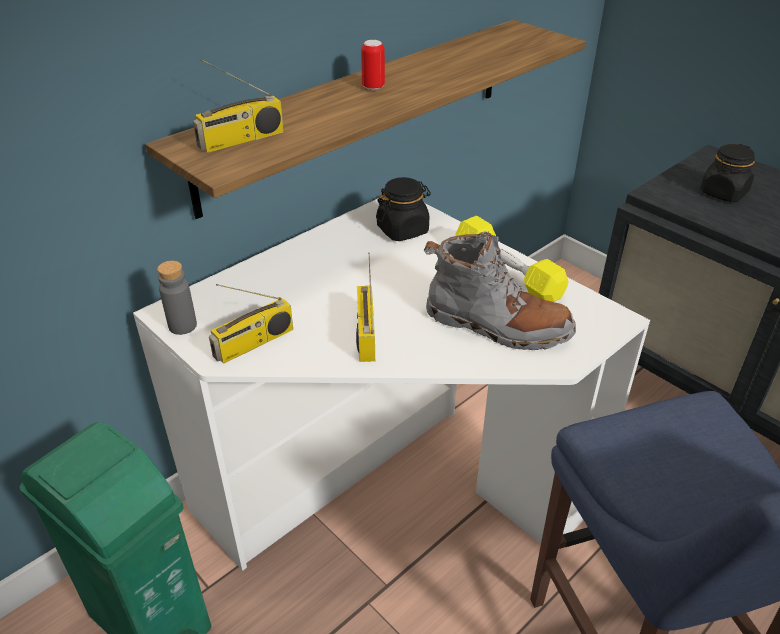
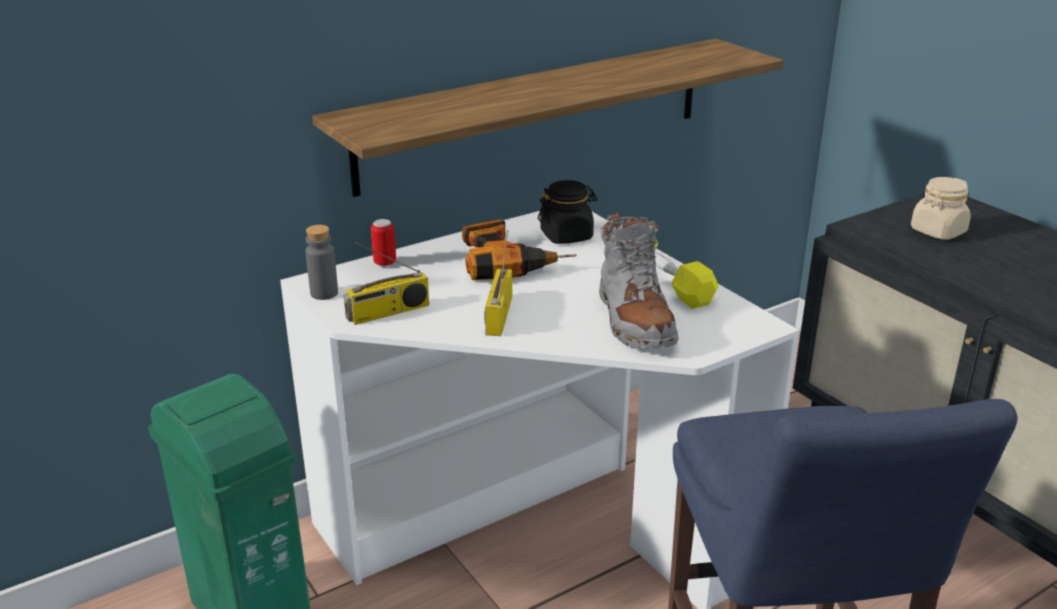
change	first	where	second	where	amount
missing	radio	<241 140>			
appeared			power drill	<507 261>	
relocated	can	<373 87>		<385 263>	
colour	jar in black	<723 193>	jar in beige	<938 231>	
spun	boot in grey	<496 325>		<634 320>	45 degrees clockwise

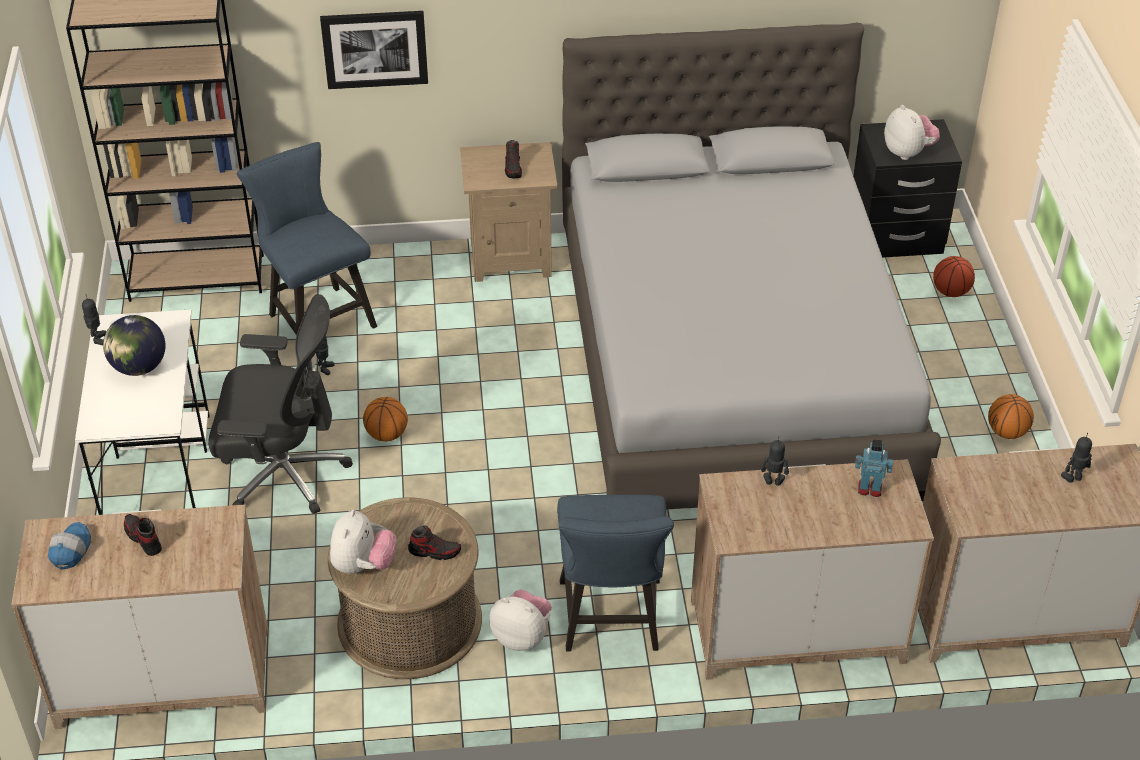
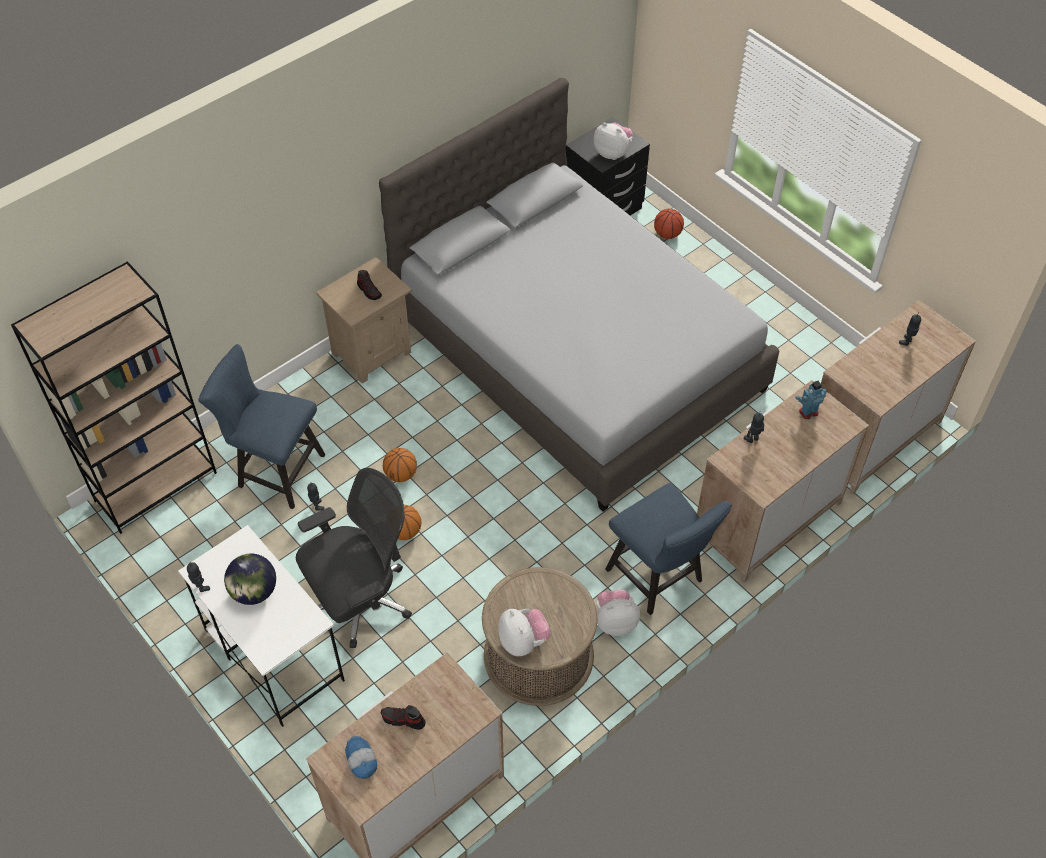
change	first	where	second	where	amount
missing	picture	<375 48>			
missing	shoe	<435 551>			
relocated	basketball	<1006 432>		<400 474>	

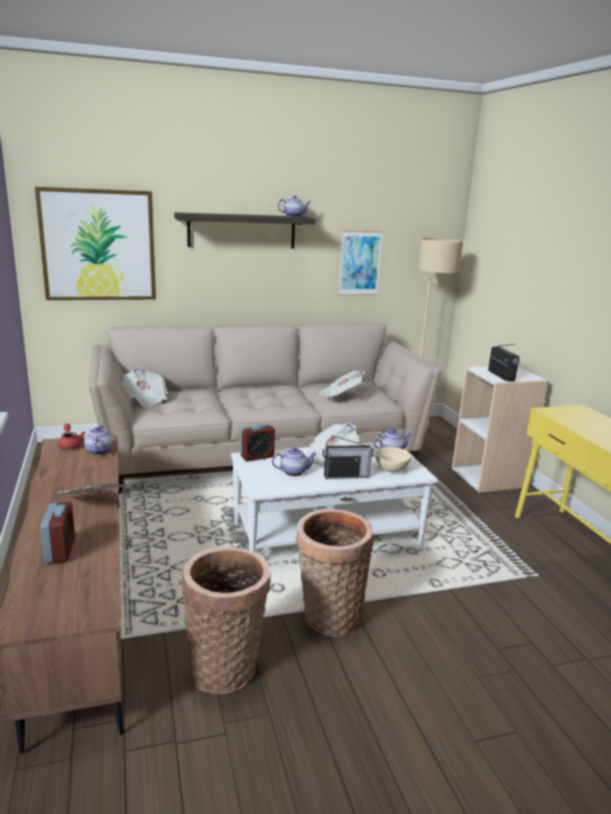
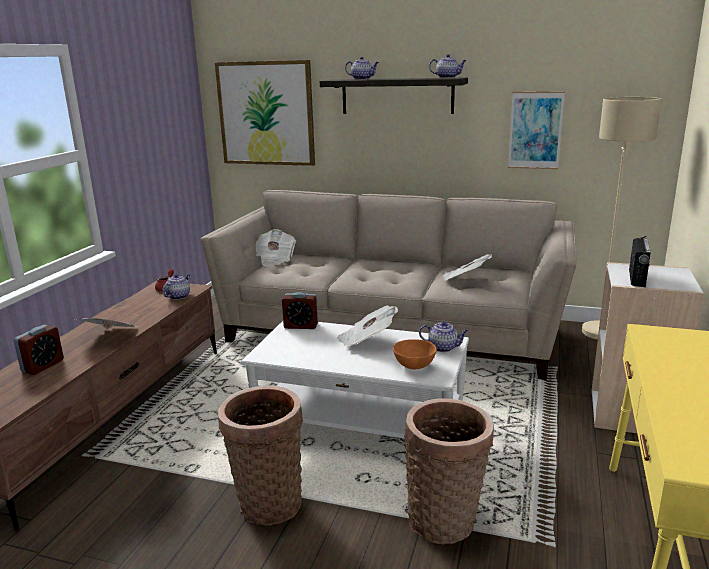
change	first	where	second	where	amount
missing	radio	<346 475>			
relocated	basket	<226 667>		<445 520>	
relocated	teapot	<294 472>		<362 79>	
colour	bowl in beige	<391 469>	bowl in orange	<413 366>	

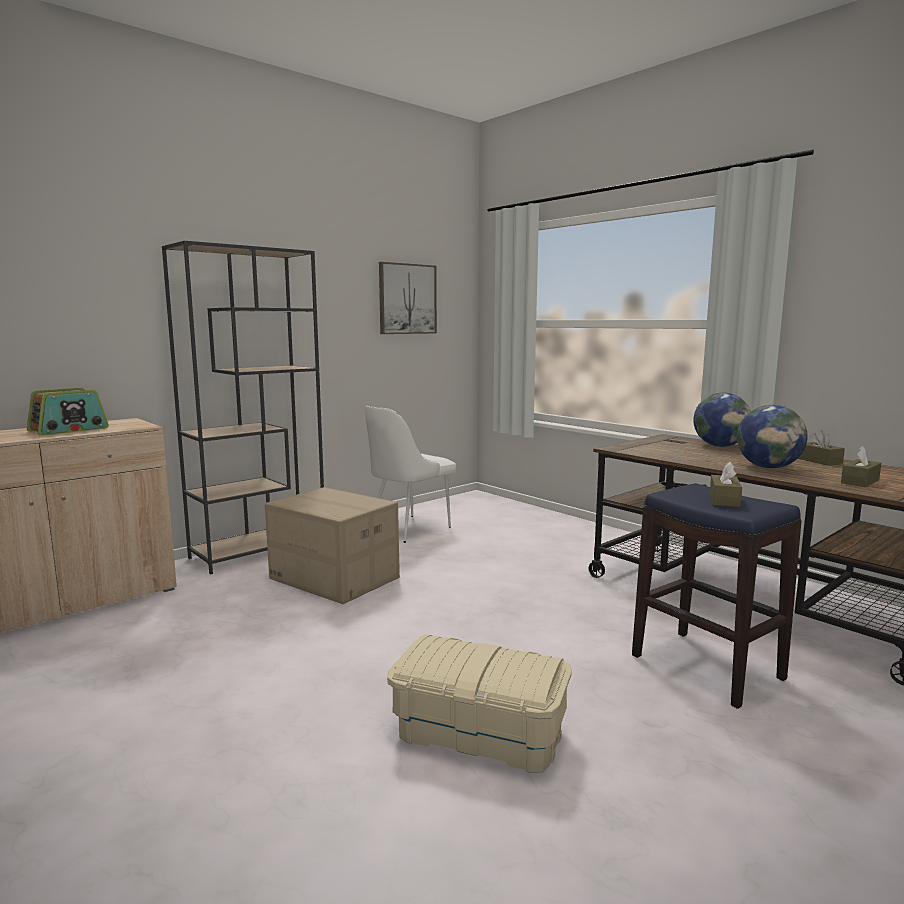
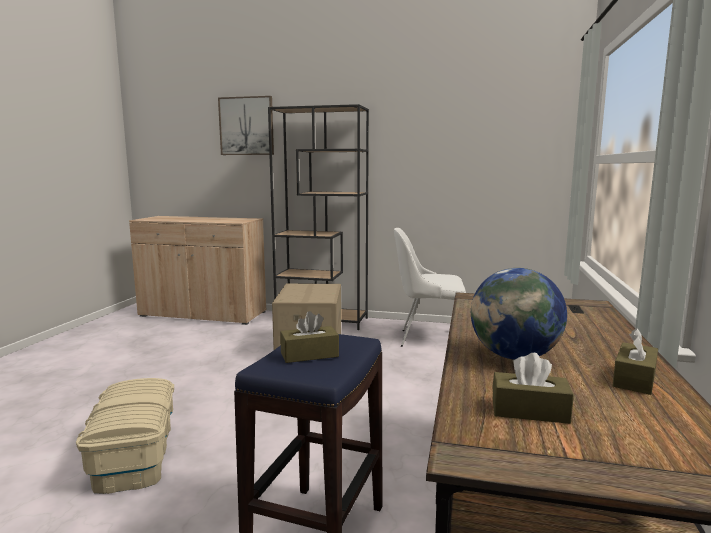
change	first	where	second	where	amount
missing	radio	<69 430>			
missing	globe	<720 446>			
relocated	picture	<407 299>		<246 126>	

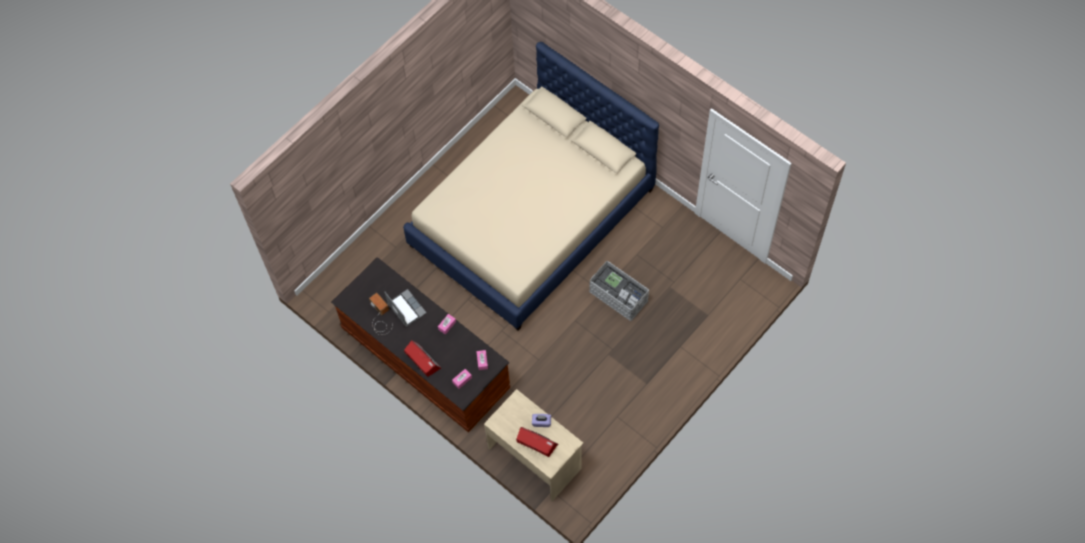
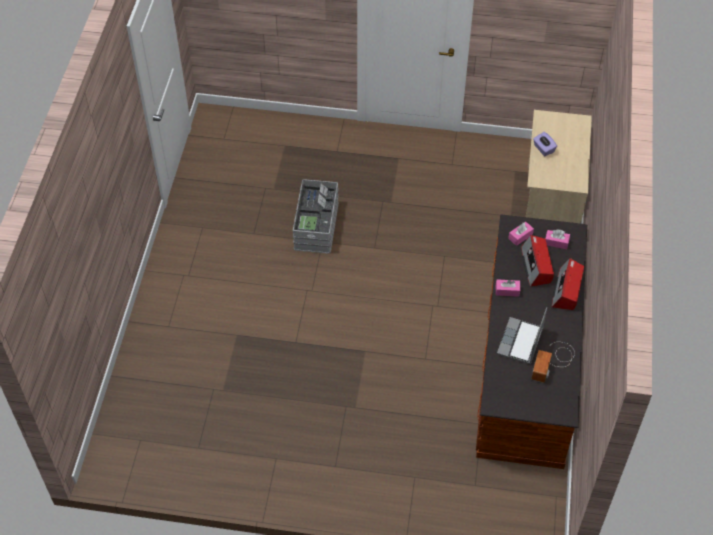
change	first	where	second	where	amount
missing	bed in beige	<532 217>			
relocated	radio	<536 443>		<536 266>	

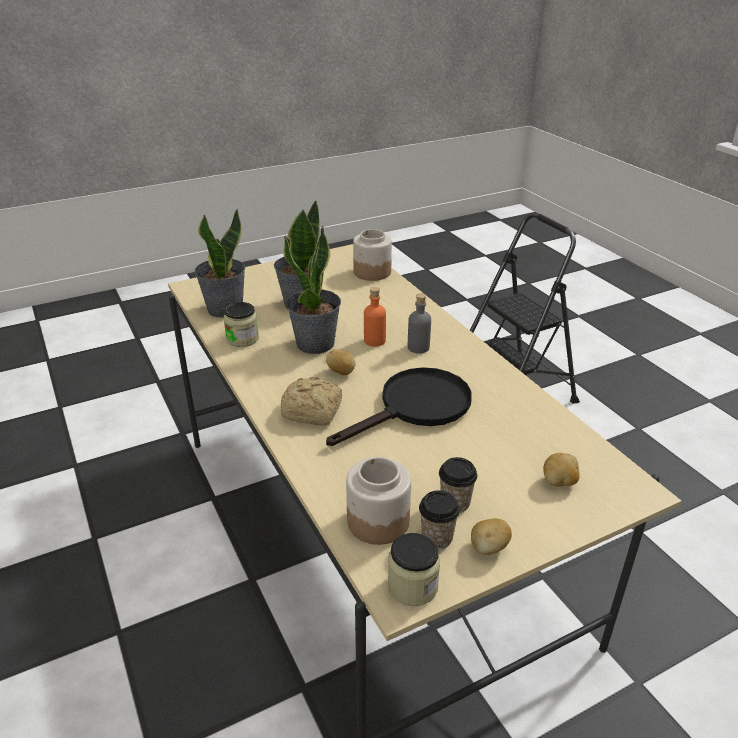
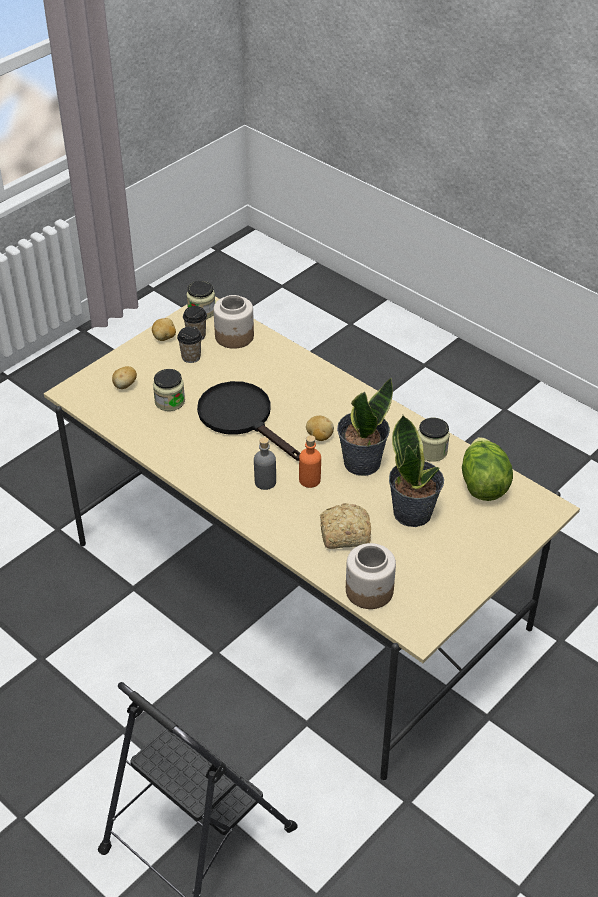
change	first	where	second	where	amount
appeared			jar	<170 401>	
relocated	bread	<313 412>		<343 534>	
exchanged	potted plant	<224 308>	lettuce	<483 485>	
spun	frying pan in black	<415 407>		<242 418>	105 degrees clockwise

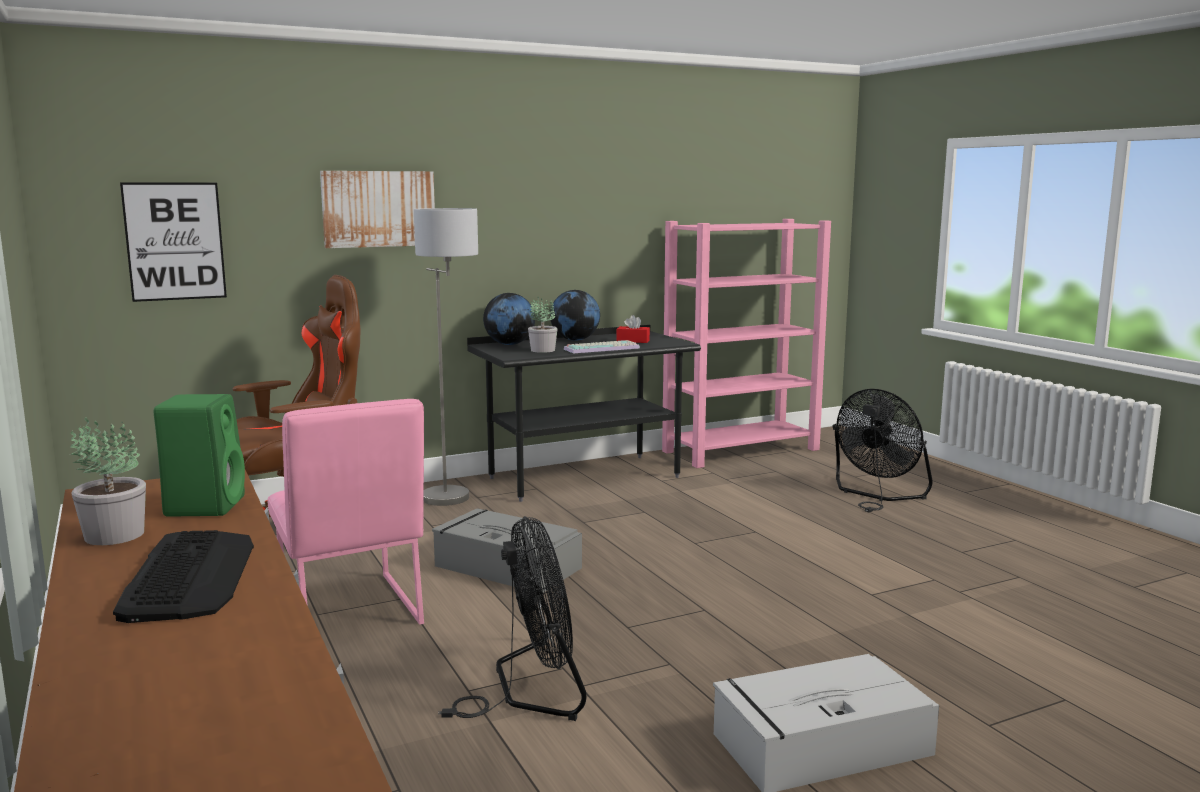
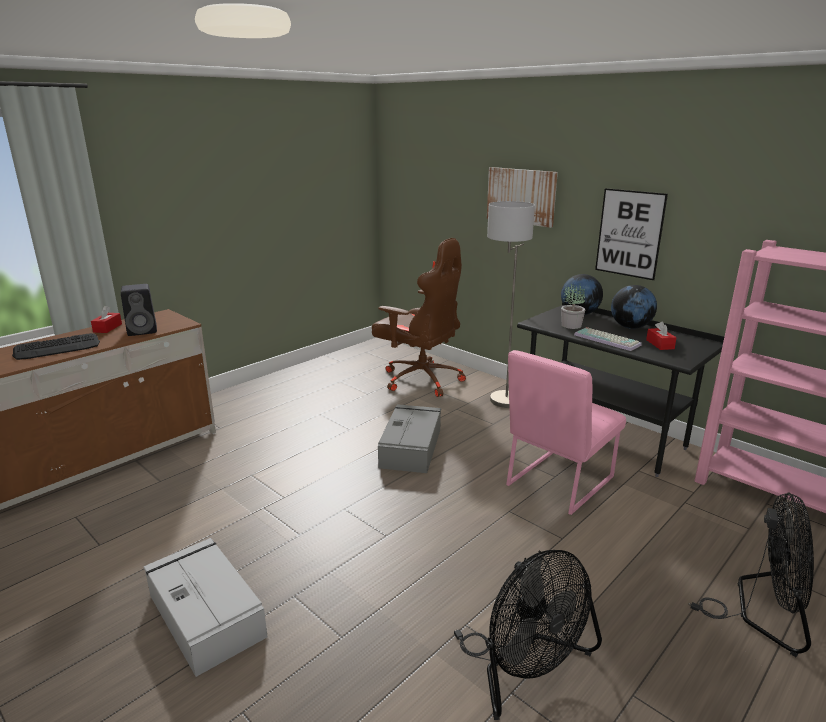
change	first	where	second	where	amount
relocated	picture	<174 241>		<629 233>	
relocated	chair in pink	<350 611>		<558 481>	
relocated	fan in black	<526 686>		<522 667>	
exchanged	potted plant	<113 535>	tissue box in red	<107 328>	
colour	speaker in green	<205 505>	speaker in black	<143 330>	

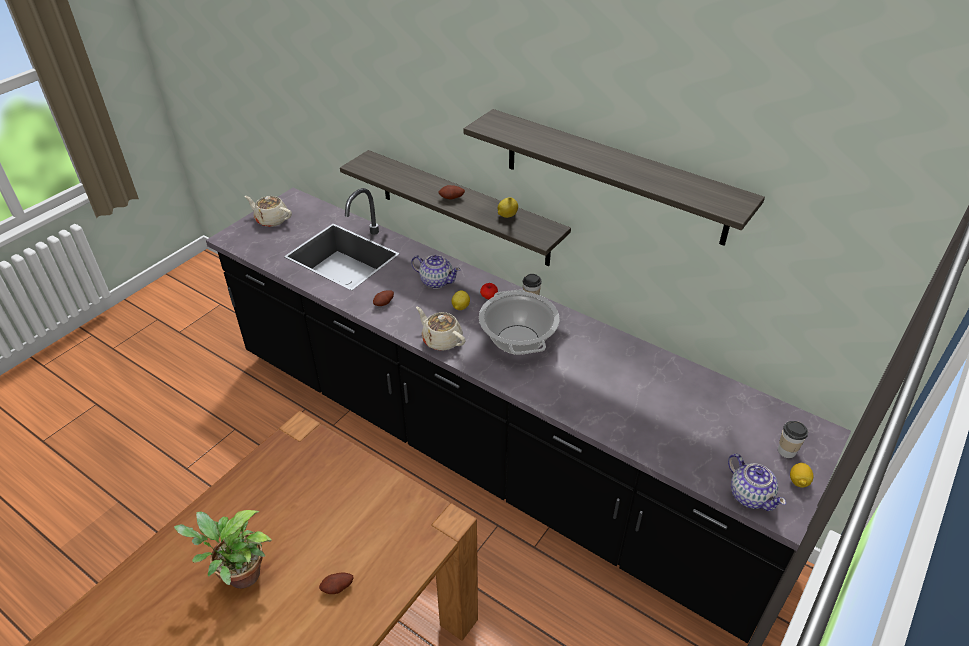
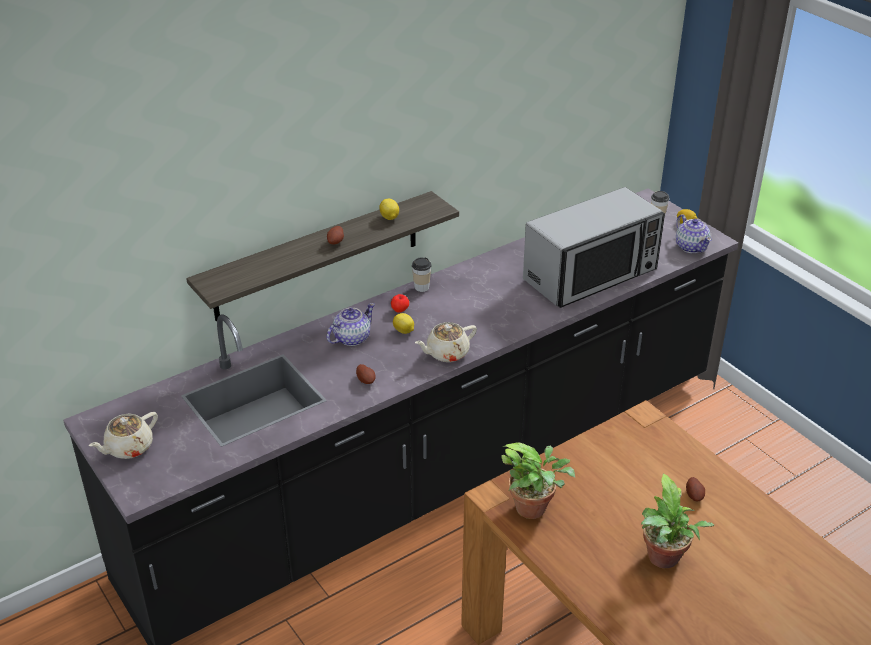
change	first	where	second	where	amount
missing	shelf	<613 176>			
missing	cooking pot	<518 340>			
appeared			potted plant	<535 509>	
appeared			microwave	<591 275>	
spun	teapot	<750 495>		<691 247>	75 degrees clockwise

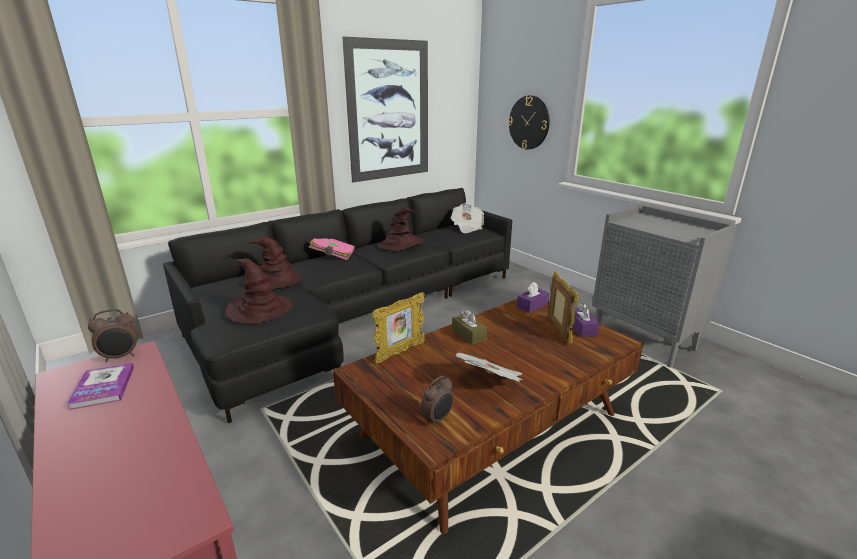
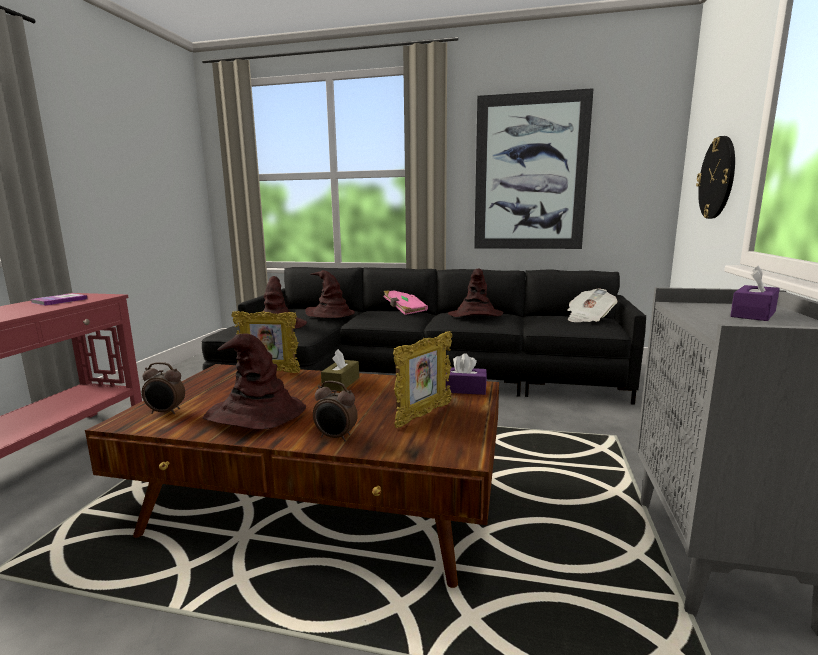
change	first	where	second	where	amount
relocated	alarm clock	<121 357>		<336 437>	
relocated	tissue box in purple	<581 328>		<753 314>	
exchanged	newspaper	<491 382>	hat in brown	<254 414>	

